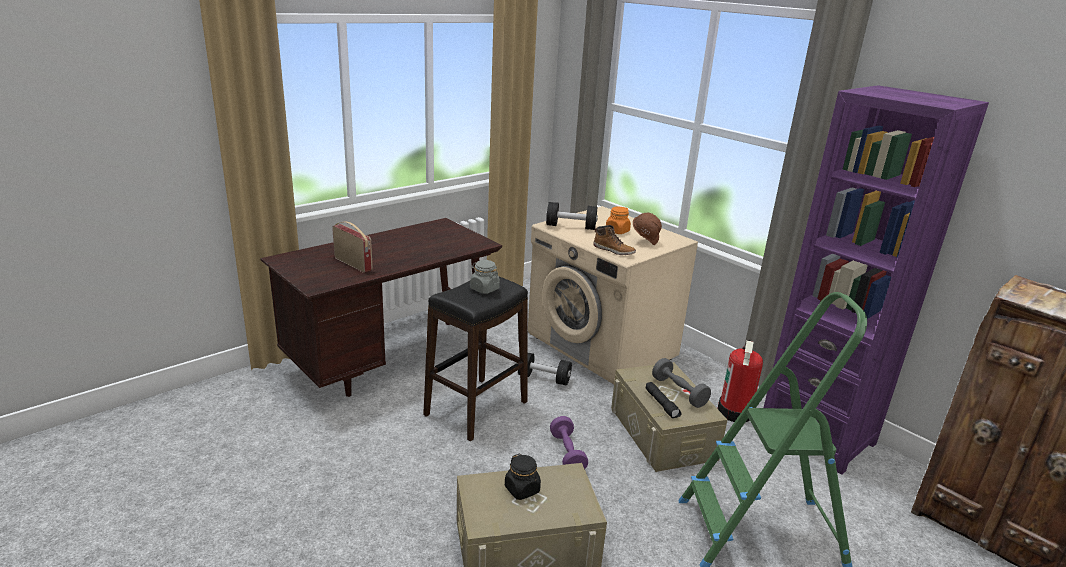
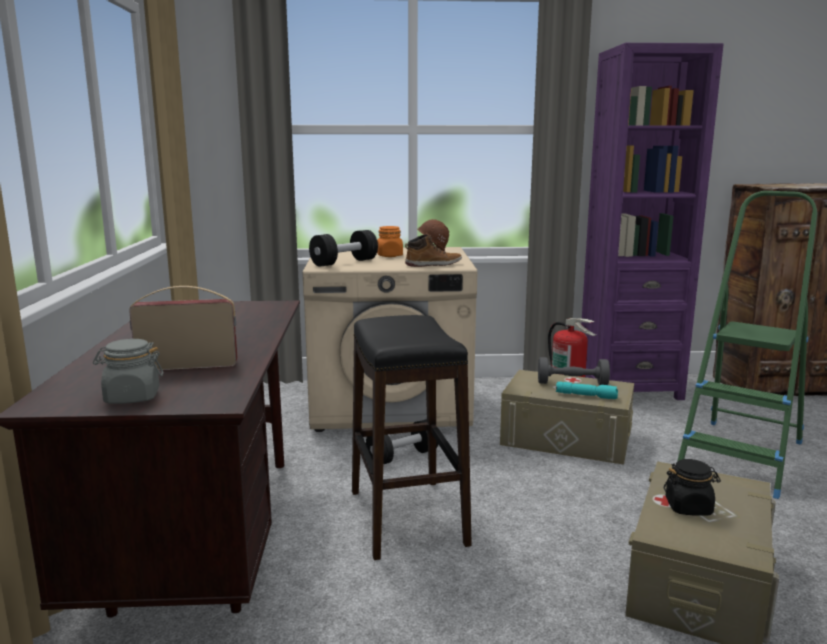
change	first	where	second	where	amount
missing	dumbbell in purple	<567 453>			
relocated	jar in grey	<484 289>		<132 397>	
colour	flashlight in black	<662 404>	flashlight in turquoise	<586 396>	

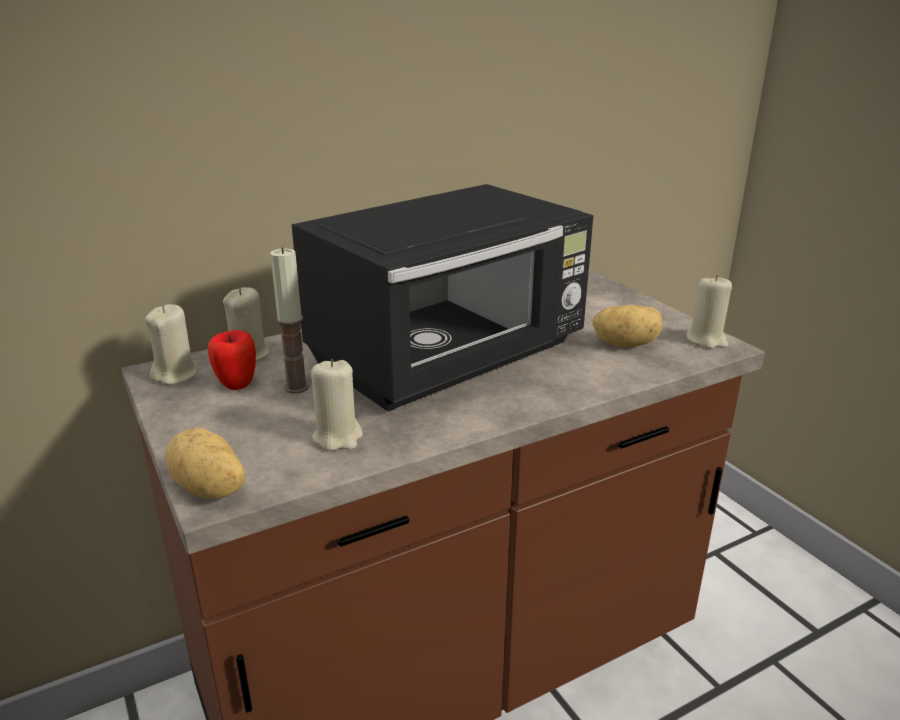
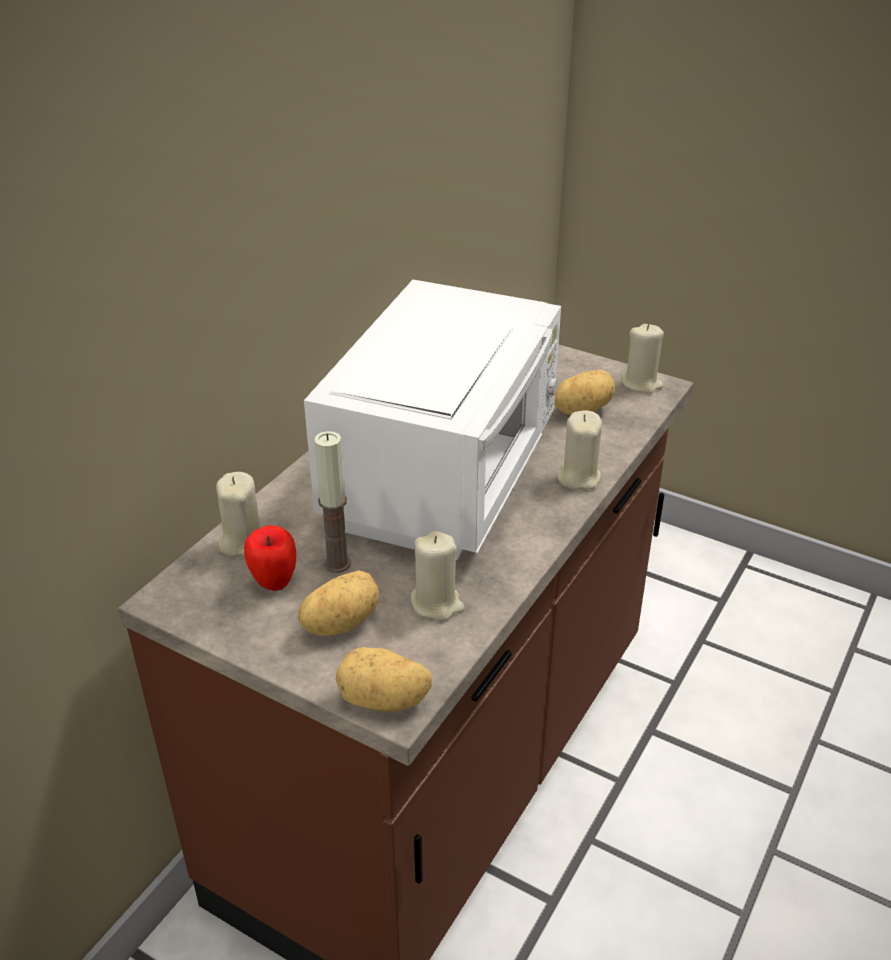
change	first	where	second	where	amount
appeared			potato	<339 622>	
relocated	candle in beige	<176 374>		<578 477>	
colour	microwave in black	<450 358>	microwave in white	<446 478>	

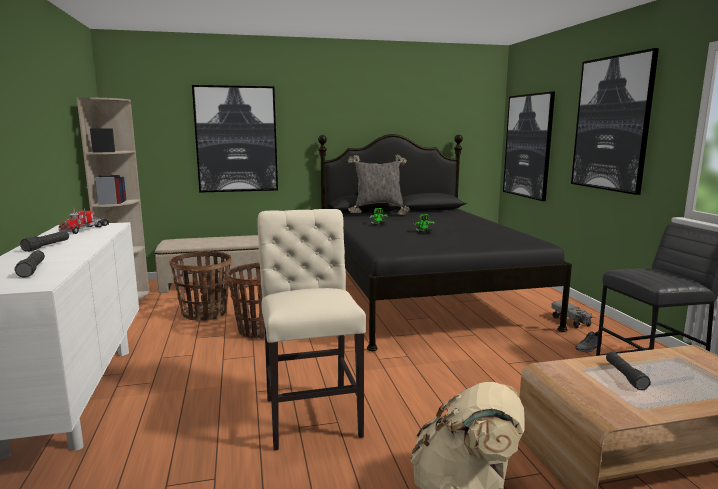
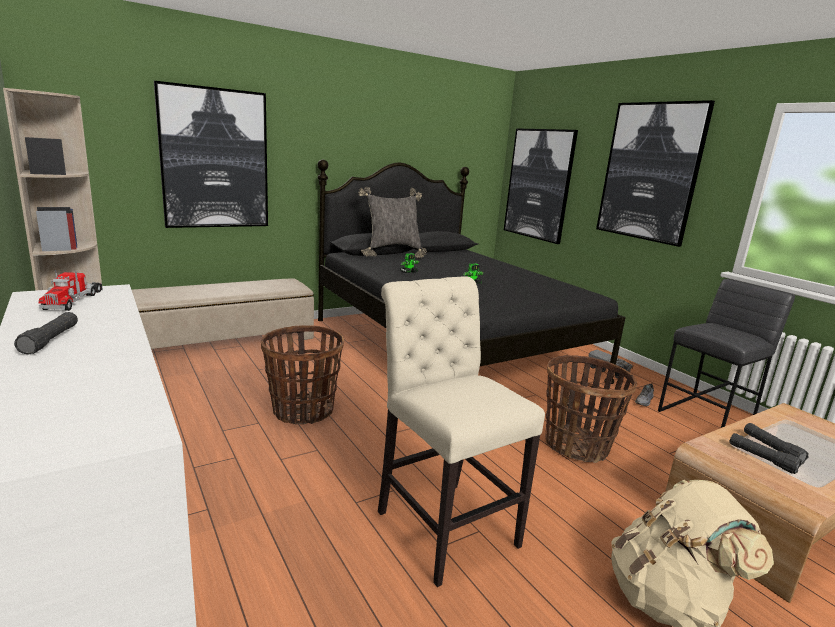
change	first	where	second	where	amount
relocated	flashlight in black	<32 270>		<761 459>	
relocated	basket	<204 313>		<577 445>	

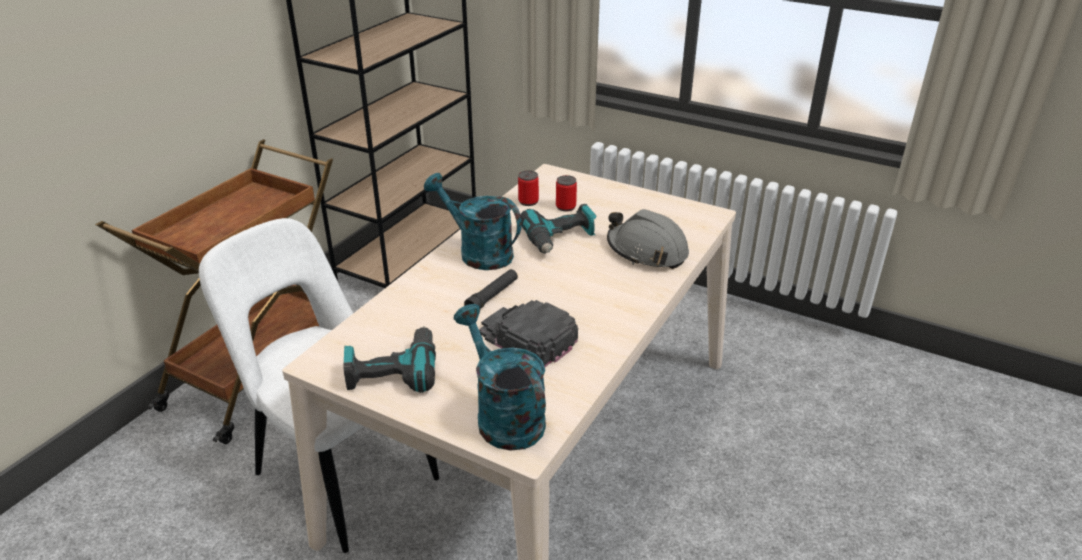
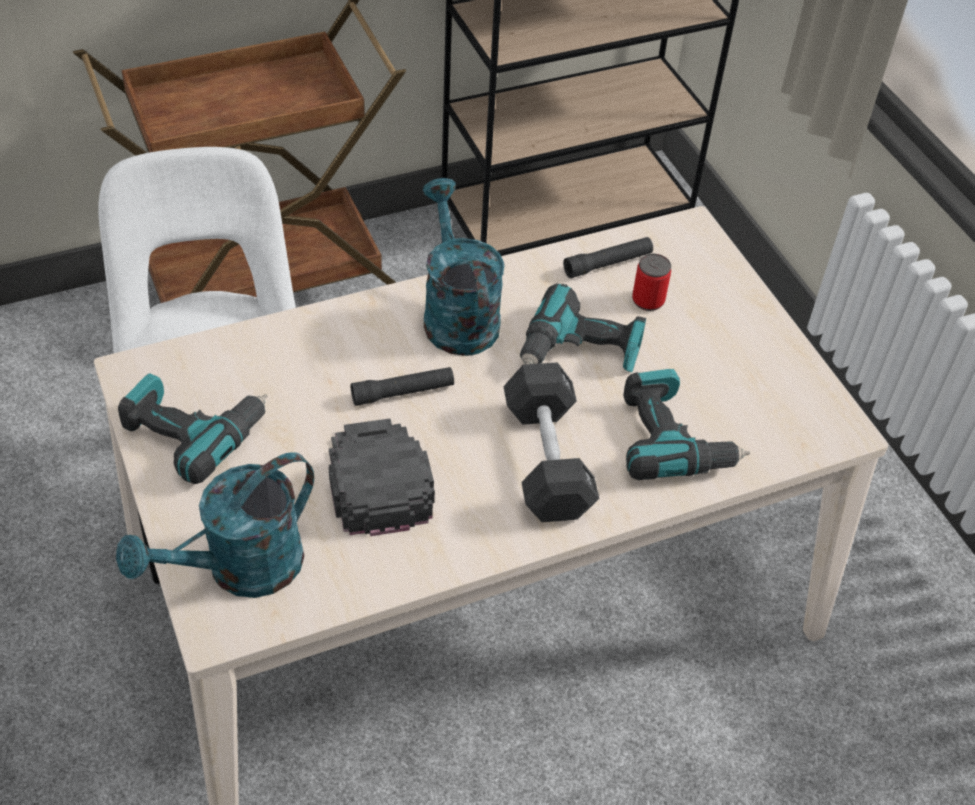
change	first	where	second	where	amount
appeared			dumbbell in black	<547 460>	
exchanged	can	<528 201>	flashlight in black	<608 264>	
exchanged	hard hat in grey	<646 251>	power drill	<672 439>	
spun	watering can in turquoise	<503 416>		<240 570>	135 degrees counterclockwise

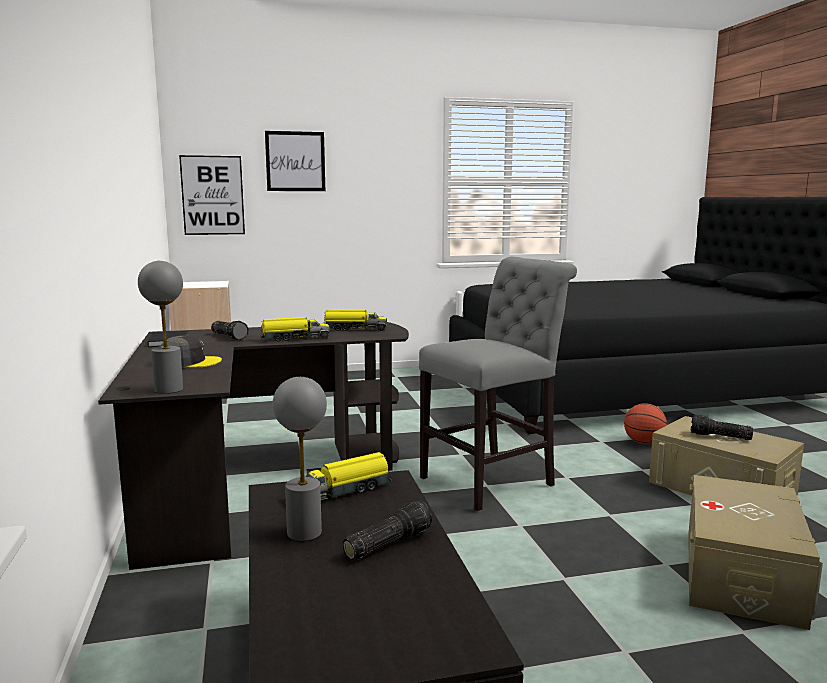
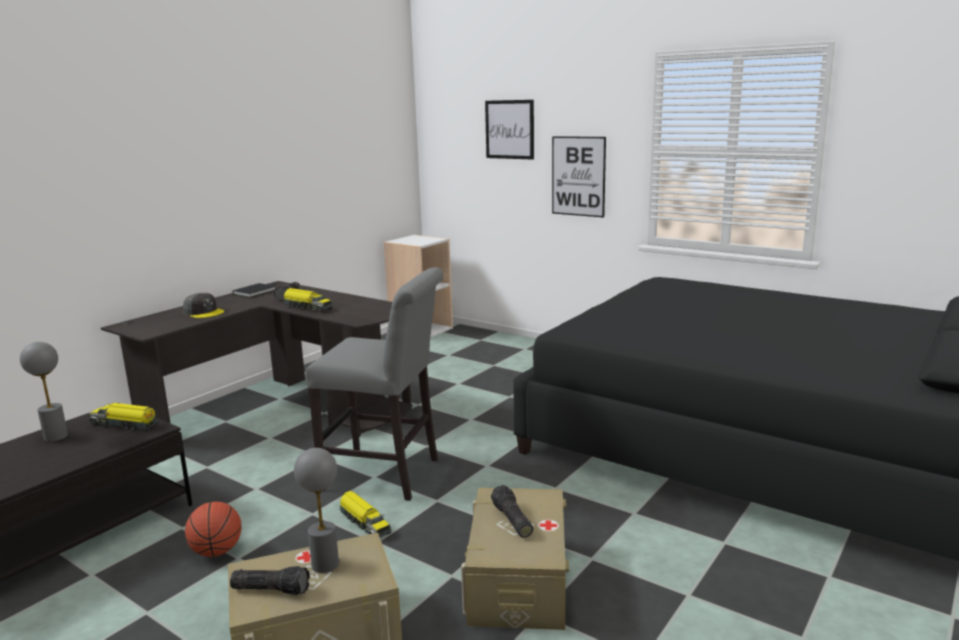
change	first	where	second	where	amount
relocated	table lamp in grey	<168 389>		<325 564>	
relocated	picture	<212 195>		<578 176>	
relocated	toy truck	<354 329>		<364 523>	
relocated	flashlight	<387 543>		<272 589>	
relocated	basketball	<644 443>		<217 551>	

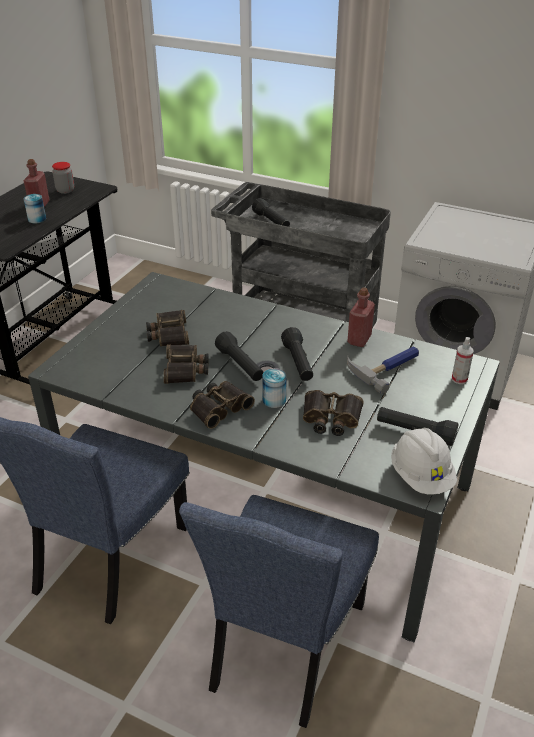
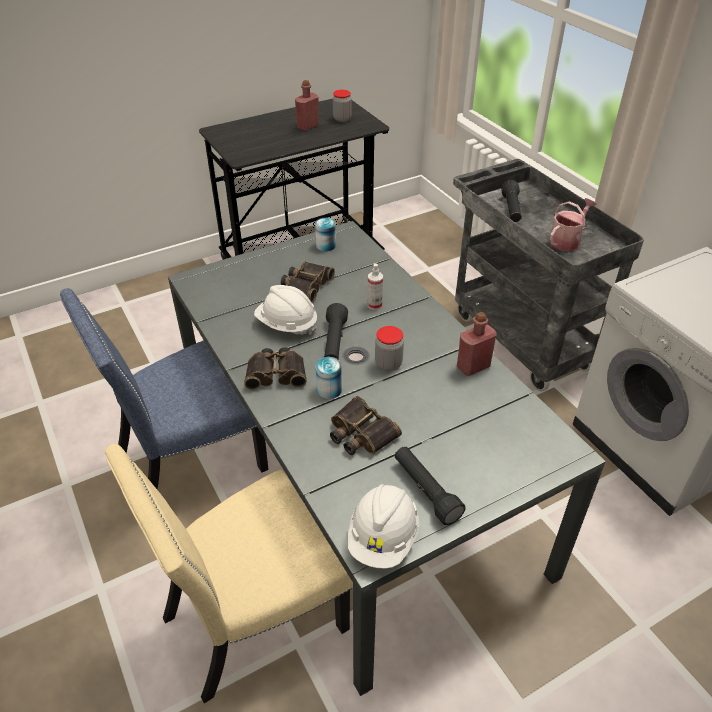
change	first	where	second	where	amount
missing	hammer	<386 367>			
appeared			watering can	<566 240>	
relocated	can	<37 219>		<326 245>	
relocated	spray bottle	<459 379>		<374 305>	
exchanged	binoculars	<186 369>	hard hat in white	<286 324>	
exchanged	flashlight in black	<298 363>	jar	<388 364>	
colour	chair in blue	<285 639>	chair in beige	<256 616>	

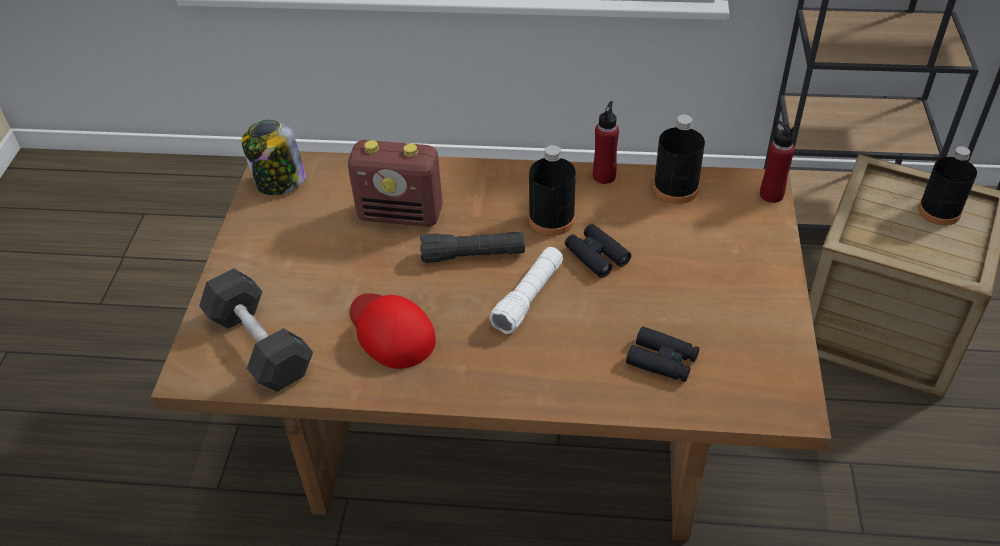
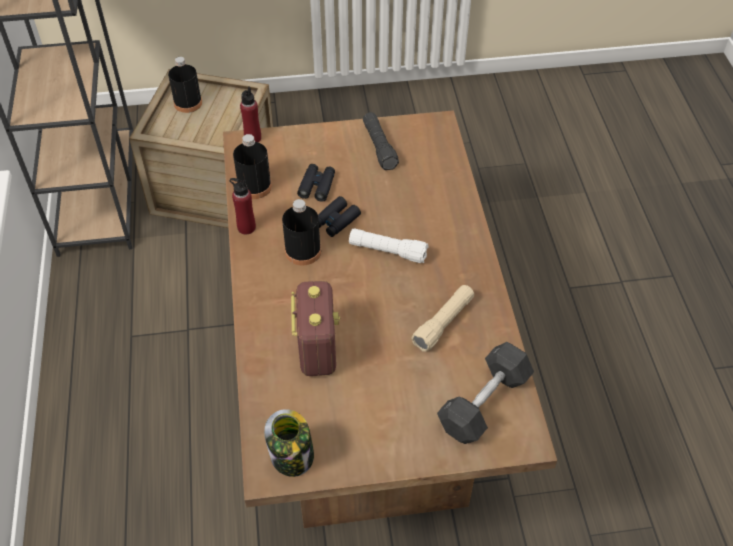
change	first	where	second	where	amount
relocated	flashlight in black	<473 255>		<379 147>	
relocated	binoculars in black	<662 360>		<317 186>	
exchanged	cap in red	<391 331>	flashlight in beige	<443 323>	

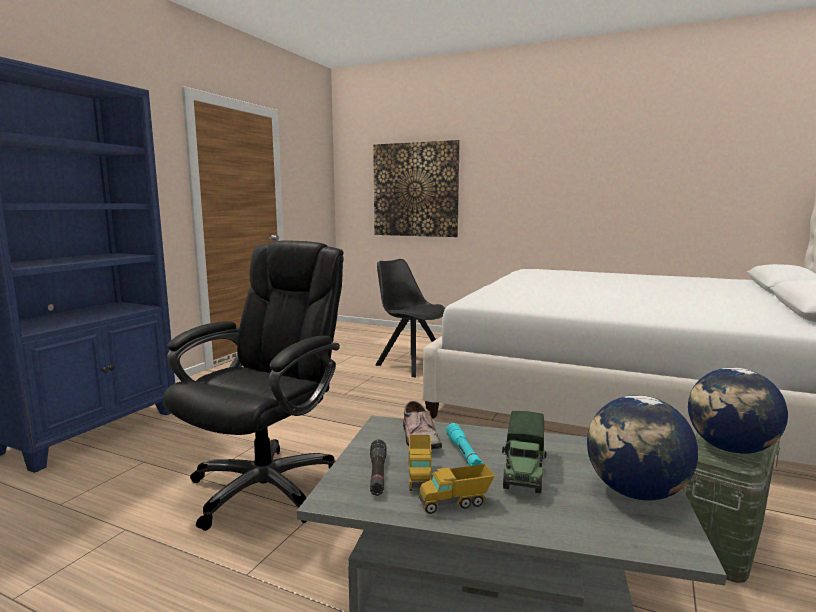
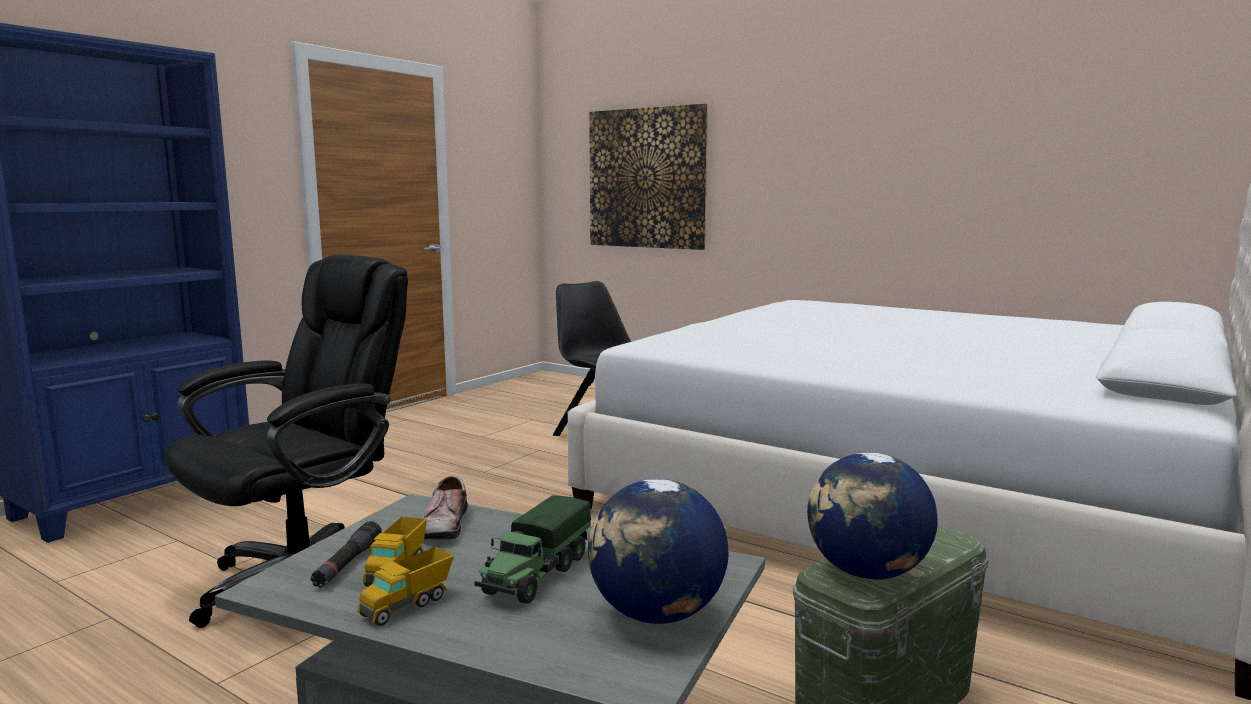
change	first	where	second	where	amount
missing	flashlight in turquoise	<463 453>			
spun	toy truck	<455 503>		<408 605>	45 degrees counterclockwise

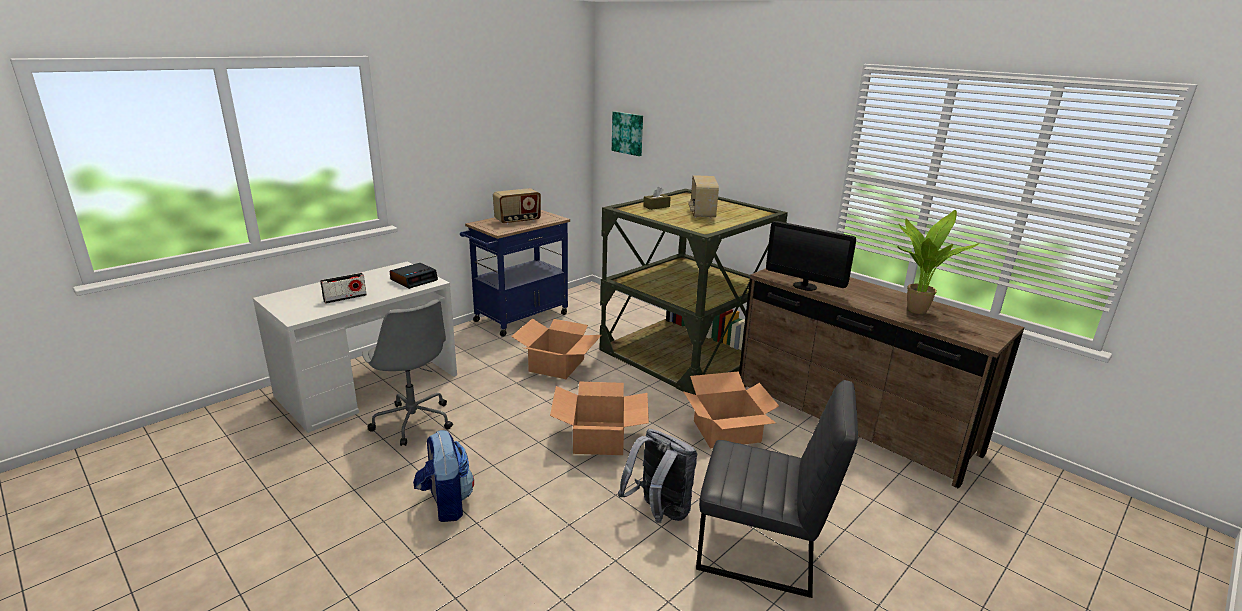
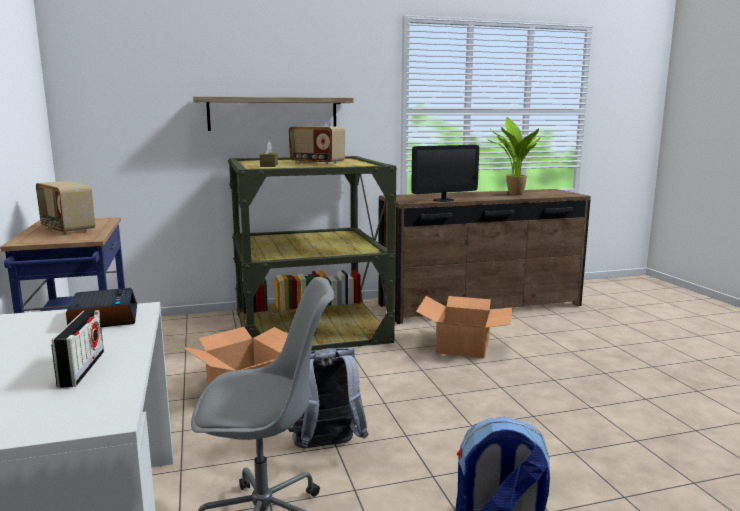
change	first	where	second	where	amount
missing	cardboard box	<600 438>			
missing	picture	<628 133>			
missing	chair in grey	<762 551>			
appeared			shelf	<273 114>	
relocated	backpack in grey	<659 512>		<326 448>	
spun	radio	<517 221>		<67 229>	135 degrees clockwise

